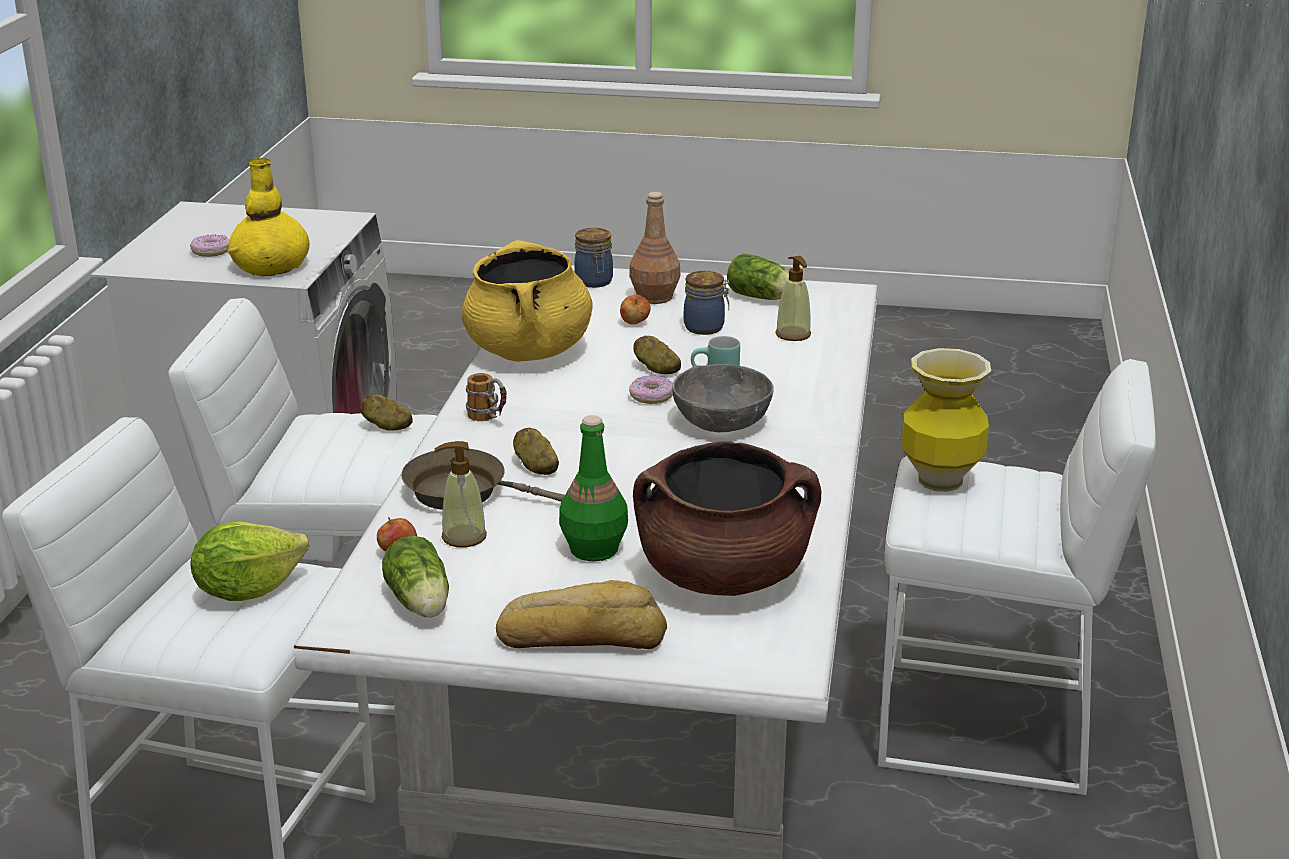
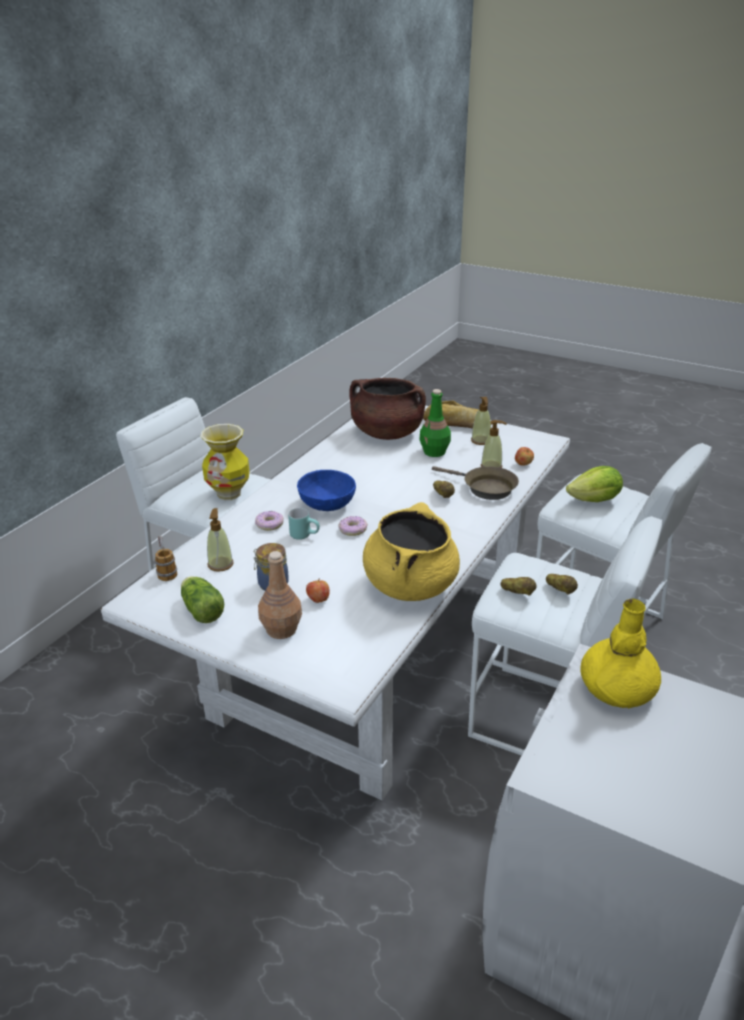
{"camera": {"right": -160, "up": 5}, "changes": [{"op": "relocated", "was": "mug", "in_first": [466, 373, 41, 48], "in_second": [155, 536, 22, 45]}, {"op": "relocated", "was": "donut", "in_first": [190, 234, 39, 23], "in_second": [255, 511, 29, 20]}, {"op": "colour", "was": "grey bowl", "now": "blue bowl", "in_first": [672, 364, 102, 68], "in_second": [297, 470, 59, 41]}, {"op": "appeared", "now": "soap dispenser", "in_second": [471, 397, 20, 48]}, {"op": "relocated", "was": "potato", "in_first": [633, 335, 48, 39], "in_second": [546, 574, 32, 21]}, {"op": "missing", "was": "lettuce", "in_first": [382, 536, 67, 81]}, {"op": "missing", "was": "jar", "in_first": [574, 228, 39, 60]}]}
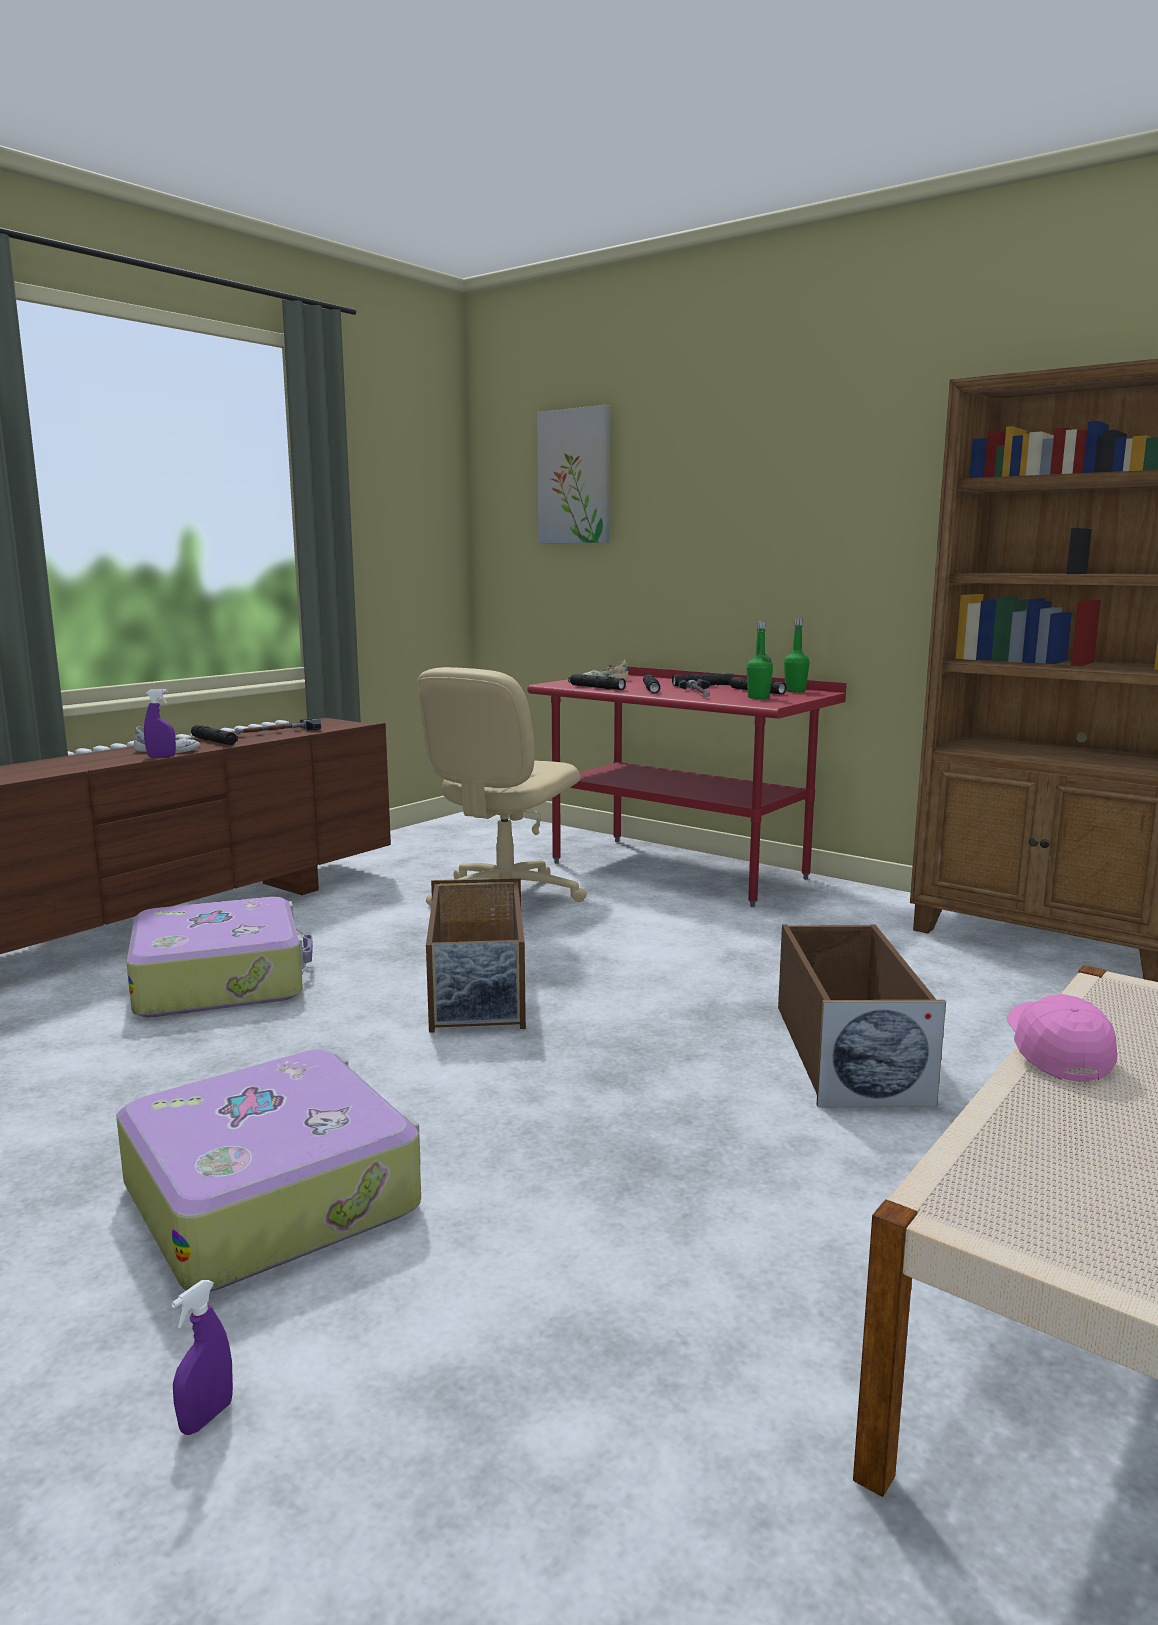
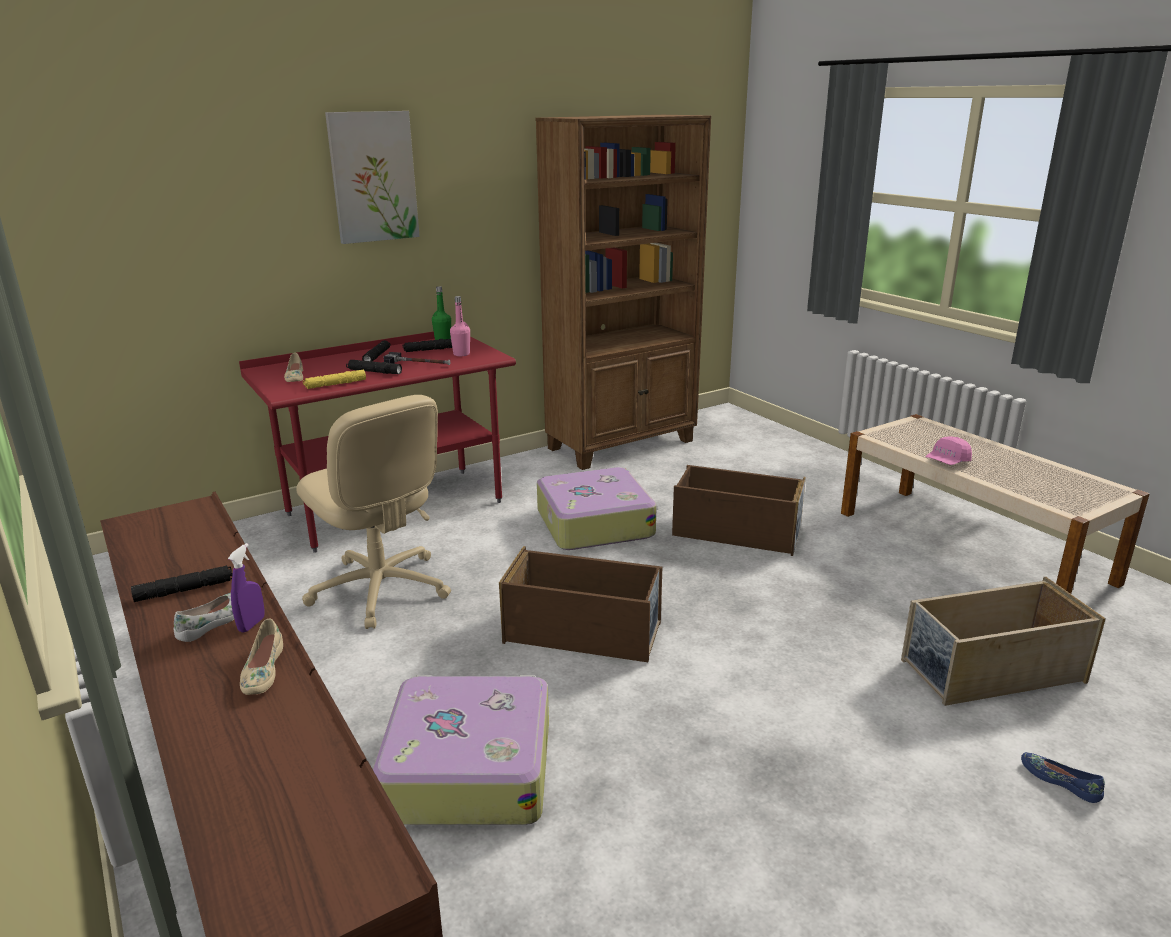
{"camera": {"right": -70, "up": 10}, "changes": [{"op": "appeared", "now": "beige shoe", "in_second": [240, 619, 43, 76]}, {"op": "colour", "was": "black flashlight", "now": "yellow flashlight", "in_first": [568, 674, 58, 16], "in_second": [303, 369, 63, 20]}, {"op": "relocated", "was": "picture", "in_first": [537, 405, 73, 138], "in_second": [325, 111, 95, 133]}, {"op": "colour", "was": "green bottle", "now": "pink bottle", "in_first": [746, 621, 27, 78], "in_second": [450, 296, 20, 60]}, {"op": "relocated", "was": "suitcase", "in_first": [116, 1050, 305, 242], "in_second": [537, 467, 120, 83]}, {"op": "appeared", "now": "beige storage box", "in_second": [901, 577, 205, 129]}, {"op": "spun", "was": "pink cap", "in_first": [1007, 994, 110, 88], "in_second": [925, 437, 47, 28], "clockwise": -60}, {"op": "exchanged", "was": "purple spray bottle", "now": "blue shoe", "in_first": [171, 1280, 62, 155], "in_second": [1021, 752, 84, 51]}, {"op": "missing", "was": "hammer", "in_first": [236, 718, 85, 17]}]}
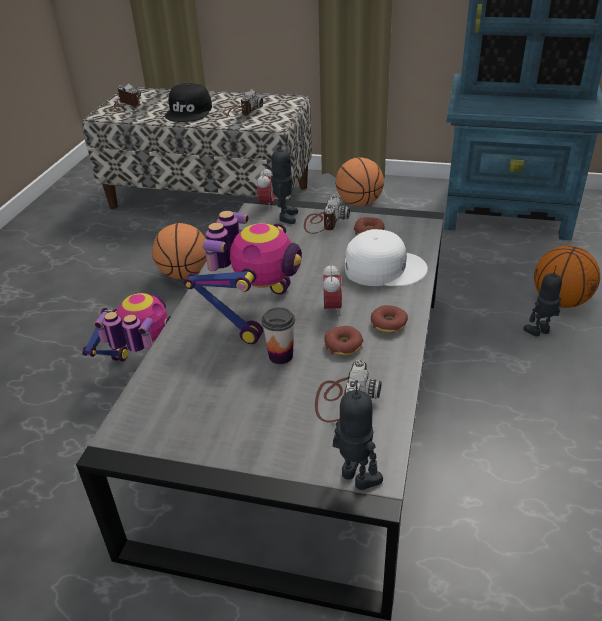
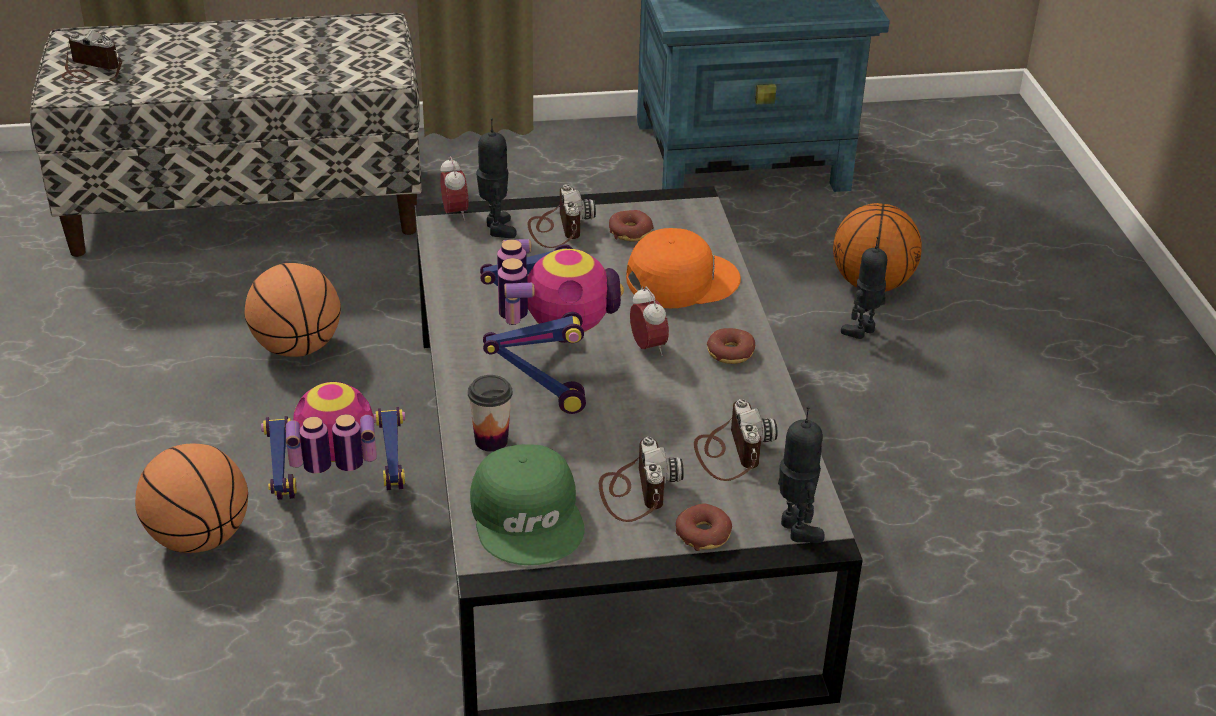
{"camera": {"right": -25, "up": 0}, "changes": [{"op": "relocated", "was": "basketball", "in_first": [335, 157, 49, 49], "in_second": [135, 444, 113, 109]}, {"op": "relocated", "was": "cup", "in_first": [262, 307, 33, 57], "in_second": [468, 375, 45, 77]}, {"op": "appeared", "now": "green cap", "in_second": [470, 444, 115, 121]}, {"op": "relocated", "was": "photo camera", "in_first": [227, 89, 36, 28], "in_second": [599, 437, 85, 85]}, {"op": "colour", "was": "white cap", "now": "orange cap", "in_first": [345, 229, 83, 57], "in_second": [626, 228, 115, 80]}, {"op": "relocated", "was": "donut", "in_first": [325, 326, 39, 30], "in_second": [676, 504, 56, 47]}, {"op": "spun", "was": "toy robot", "in_first": [333, 380, 50, 110], "in_second": [778, 407, 47, 136], "clockwise": 45}, {"op": "missing", "was": "black cap", "in_first": [165, 83, 47, 39]}]}
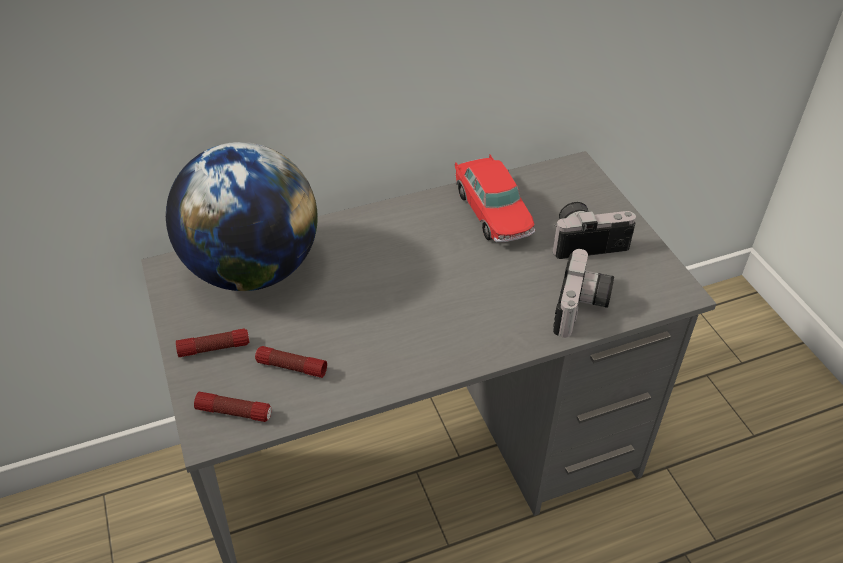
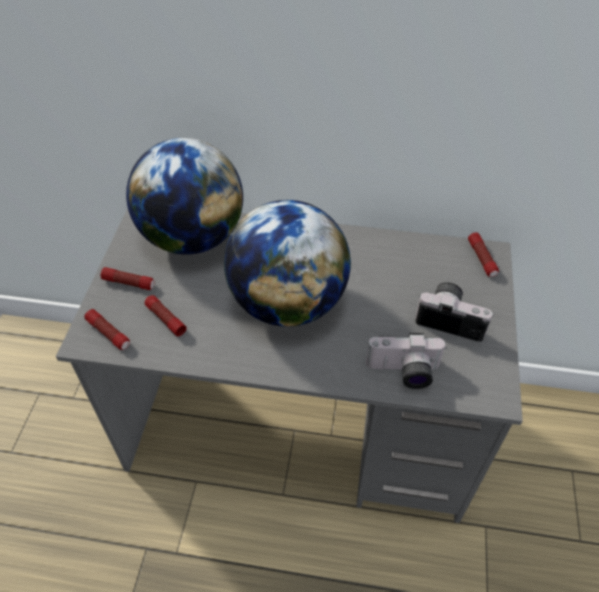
{"camera": {"right": 30, "up": 5}, "changes": [{"op": "appeared", "now": "globe", "in_second": [224, 200, 127, 127]}, {"op": "spun", "was": "photo camera", "in_first": [553, 249, 61, 89], "in_second": [366, 333, 81, 56], "clockwise": 45}, {"op": "appeared", "now": "flashlight", "in_second": [468, 232, 31, 45]}, {"op": "missing", "was": "toy car", "in_first": [455, 155, 80, 87]}]}
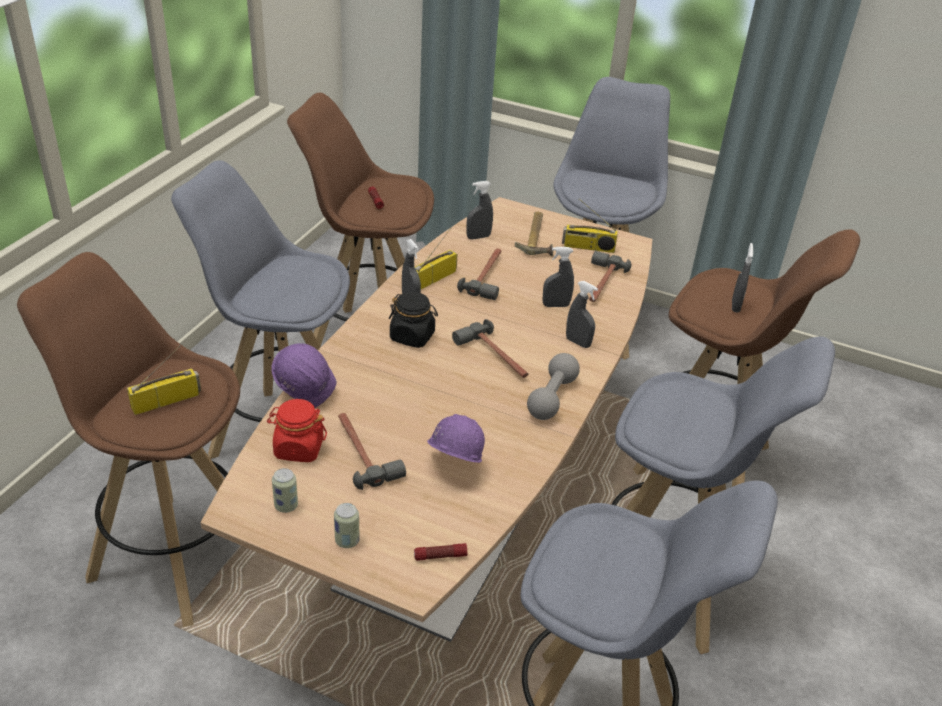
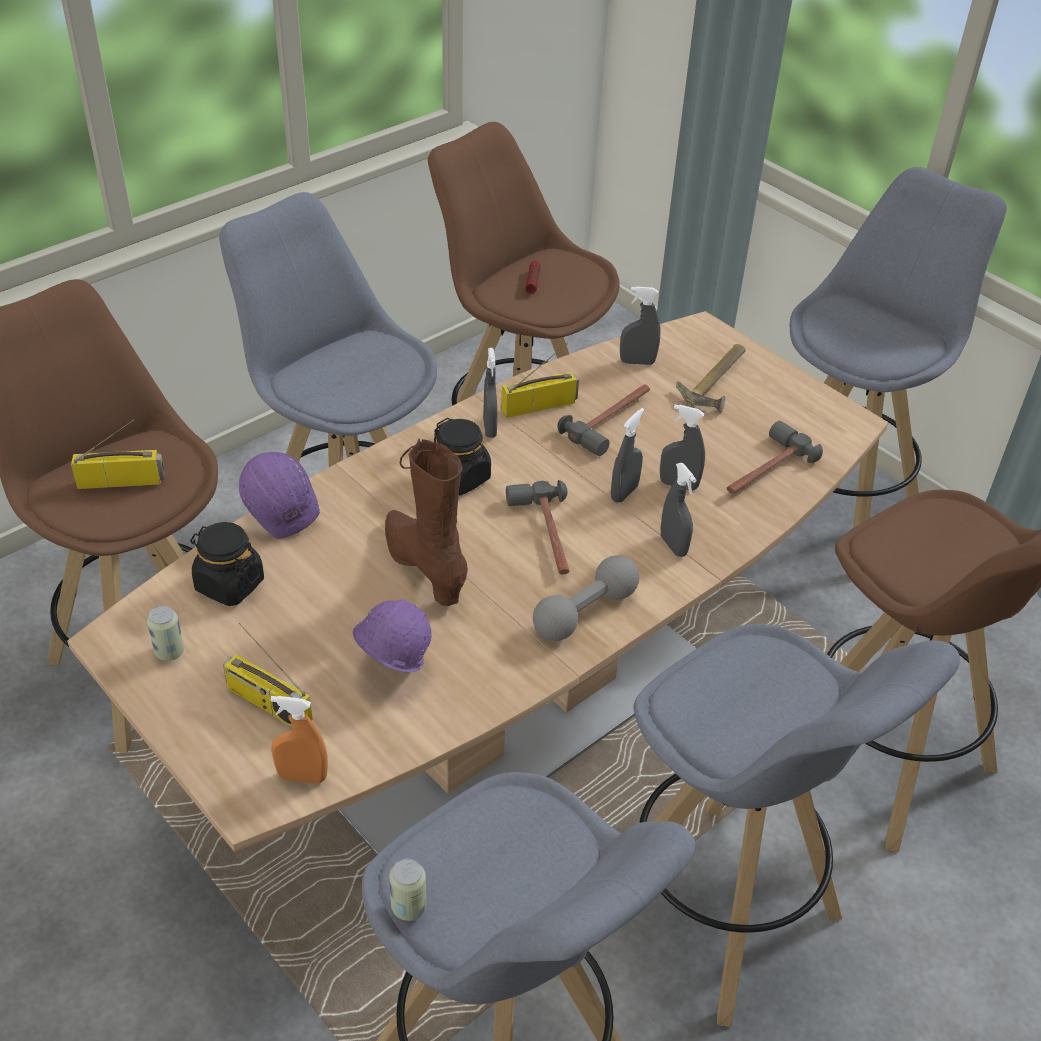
{"camera": {"right": 25, "up": 5}, "changes": [{"op": "colour", "was": "red jar", "now": "black jar", "in_first": [267, 399, 60, 63], "in_second": [190, 522, 74, 84]}, {"op": "relocated", "was": "radio", "in_first": [562, 199, 56, 54], "in_second": [223, 623, 90, 104]}, {"op": "exchanged", "was": "flashlight", "now": "orange spray bottle", "in_first": [414, 543, 53, 18], "in_second": [270, 696, 58, 88]}, {"op": "appeared", "now": "brown boot", "in_second": [385, 439, 83, 167]}, {"op": "relocated", "was": "can", "in_first": [334, 503, 26, 45], "in_second": [389, 859, 37, 62]}, {"op": "relocated", "was": "grey spray bottle", "in_first": [732, 243, 21, 70], "in_second": [611, 408, 33, 95]}, {"op": "missing", "was": "hammer", "in_first": [338, 413, 68, 77]}]}
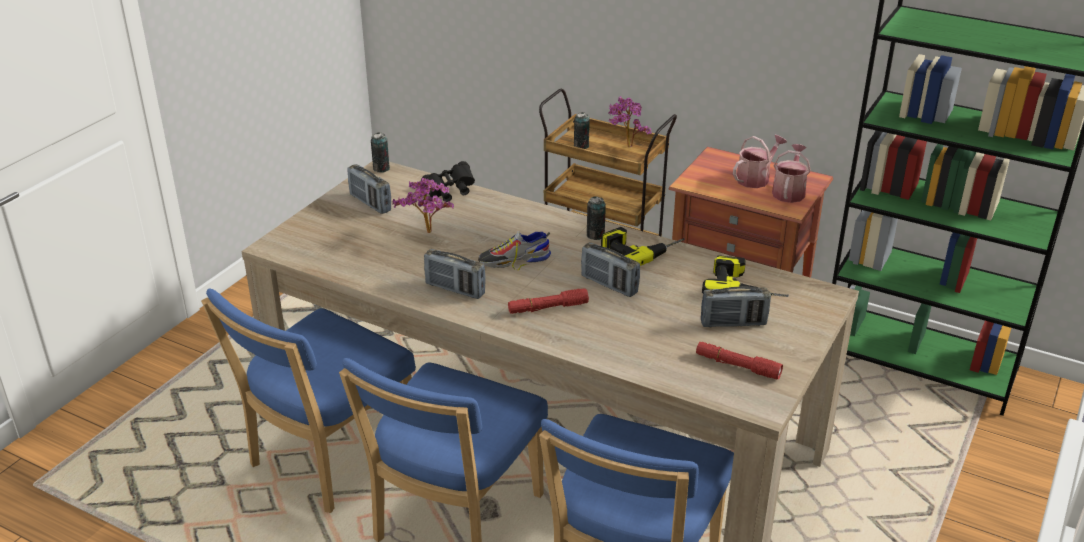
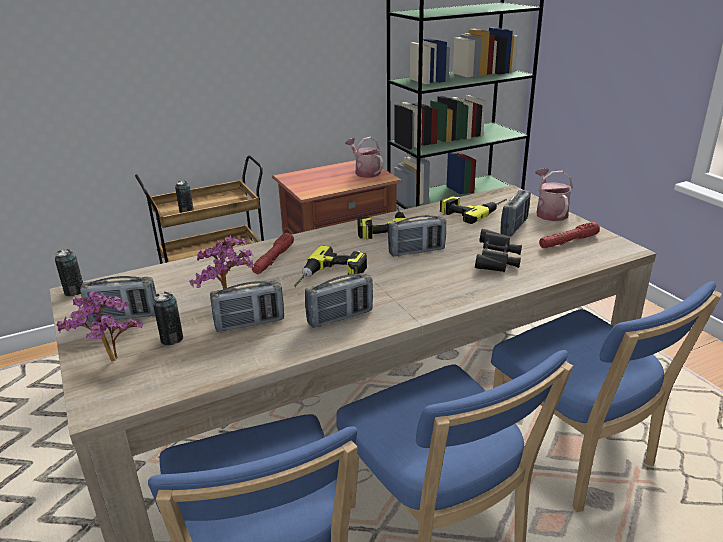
{"camera": {"right": -55, "up": -5}, "changes": [{"op": "relocated", "was": "potted plant", "in_first": [609, 96, 43, 51], "in_second": [57, 291, 86, 70]}, {"op": "relocated", "was": "can", "in_first": [587, 196, 19, 44], "in_second": [153, 292, 30, 53]}, {"op": "appeared", "now": "radio", "in_second": [210, 280, 74, 52]}, {"op": "relocated", "was": "red flashlight", "in_first": [508, 288, 81, 26], "in_second": [252, 233, 42, 41]}, {"op": "exchanged", "was": "shoe", "now": "power drill", "in_first": [478, 231, 73, 39], "in_second": [294, 245, 73, 42]}, {"op": "relocated", "was": "black binoculars", "in_first": [421, 161, 54, 41], "in_second": [475, 229, 47, 43]}, {"op": "relocated", "was": "watering can", "in_first": [733, 135, 54, 53], "in_second": [535, 168, 38, 53]}]}
